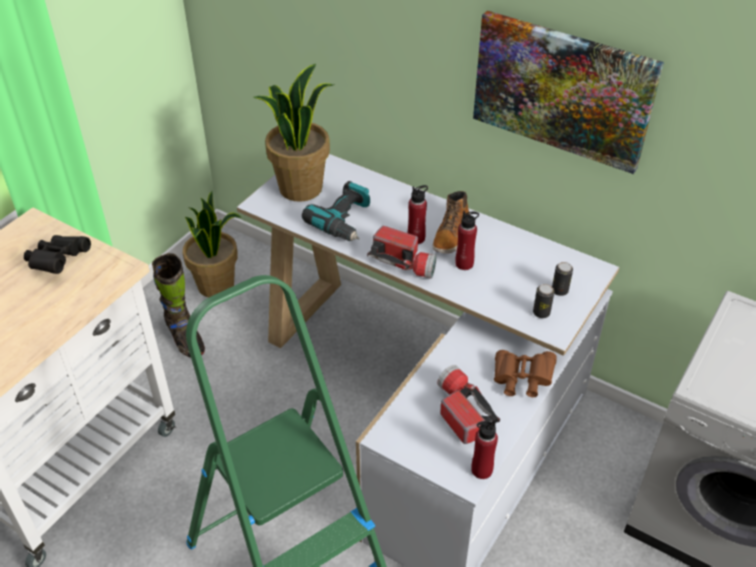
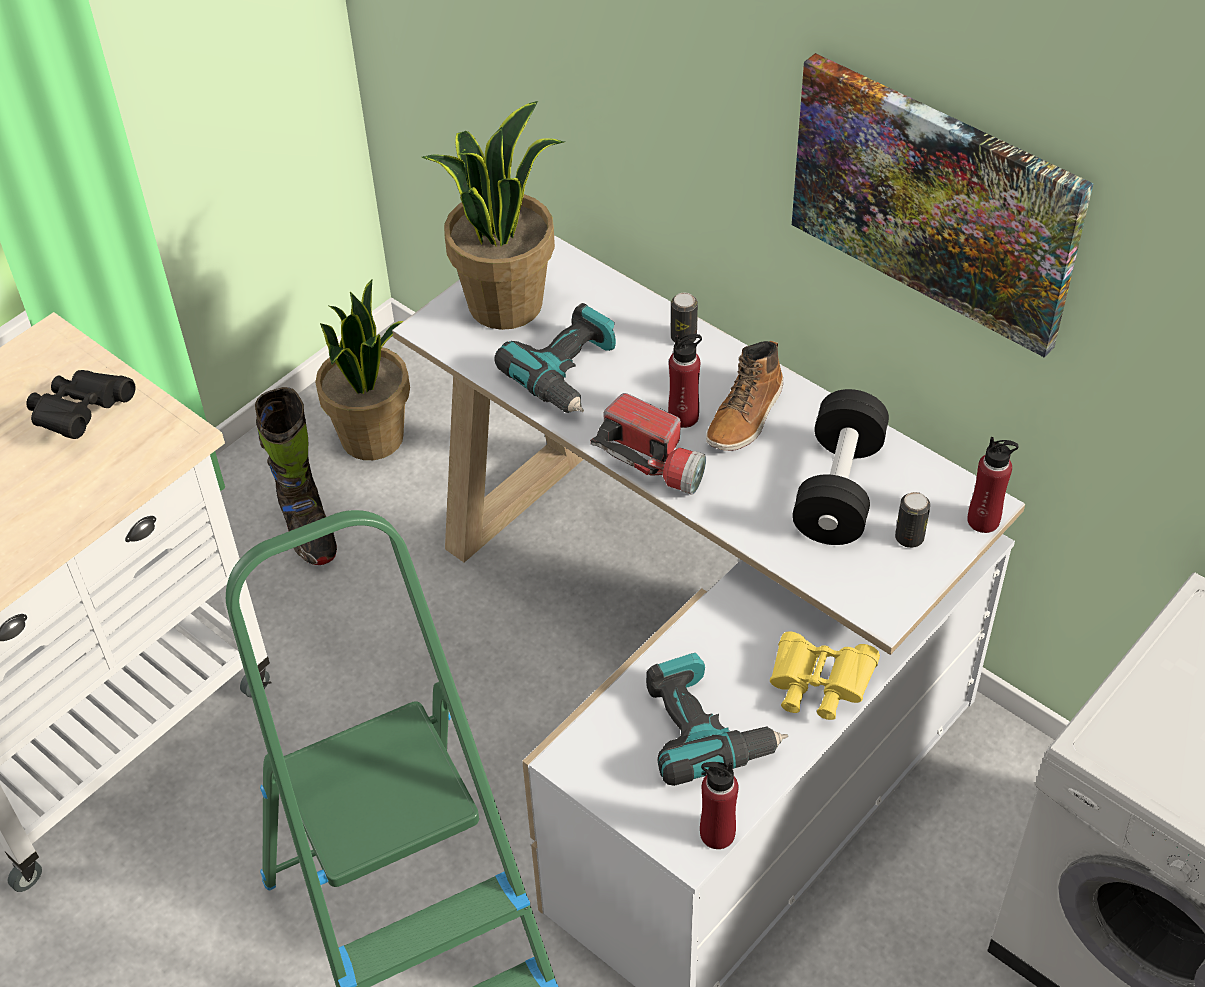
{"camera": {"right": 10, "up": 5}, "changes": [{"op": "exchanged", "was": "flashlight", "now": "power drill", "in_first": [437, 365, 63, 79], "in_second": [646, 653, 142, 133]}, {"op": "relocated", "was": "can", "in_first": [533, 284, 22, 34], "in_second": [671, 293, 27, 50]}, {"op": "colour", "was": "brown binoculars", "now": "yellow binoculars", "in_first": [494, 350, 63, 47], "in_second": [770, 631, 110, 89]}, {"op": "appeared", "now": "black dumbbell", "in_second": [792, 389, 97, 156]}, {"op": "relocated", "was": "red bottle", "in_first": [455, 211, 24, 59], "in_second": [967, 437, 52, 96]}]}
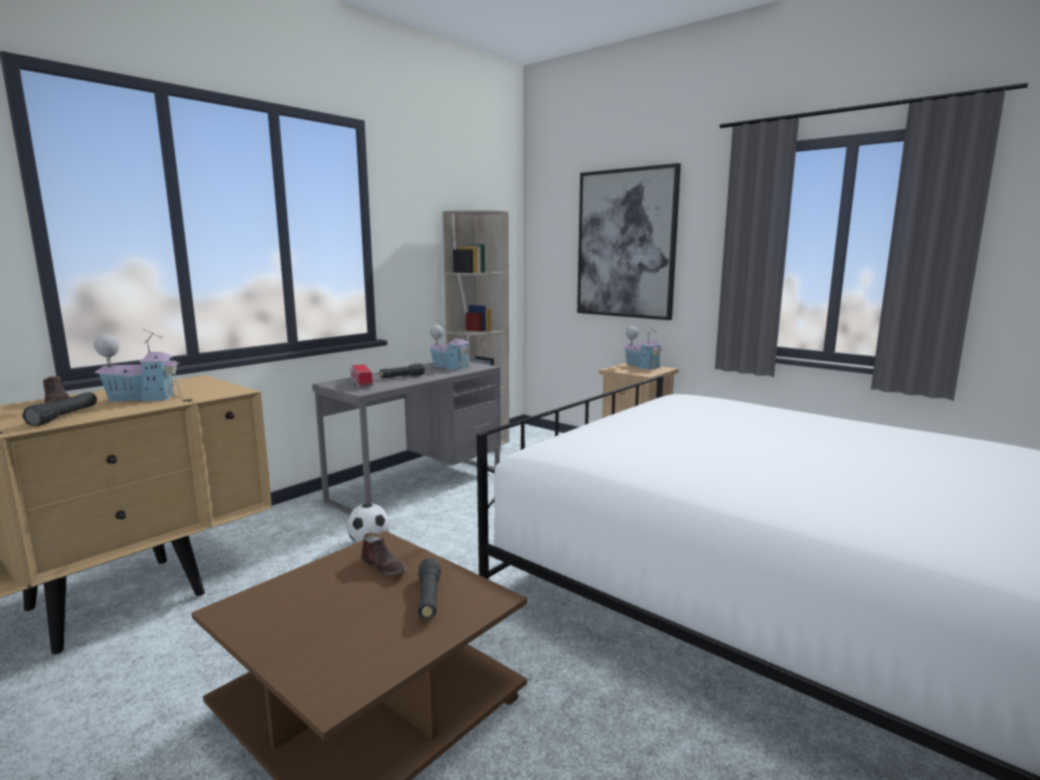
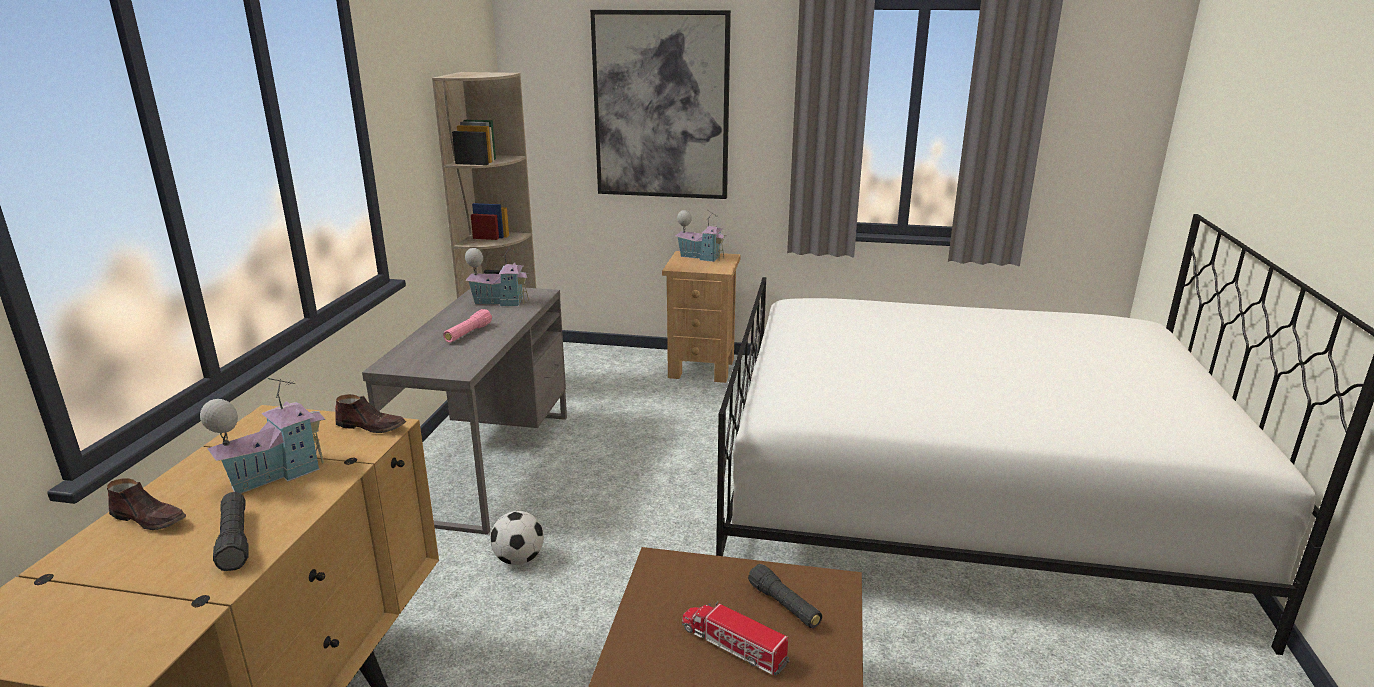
{"camera": {"right": -30, "up": 10}, "changes": [{"op": "relocated", "was": "brown shoe", "in_first": [361, 533, 46, 43], "in_second": [335, 394, 71, 39]}, {"op": "colour", "was": "black flashlight", "now": "pink flashlight", "in_first": [380, 363, 45, 16], "in_second": [443, 309, 49, 33]}, {"op": "relocated", "was": "toy truck", "in_first": [351, 364, 22, 24], "in_second": [682, 601, 108, 75]}]}
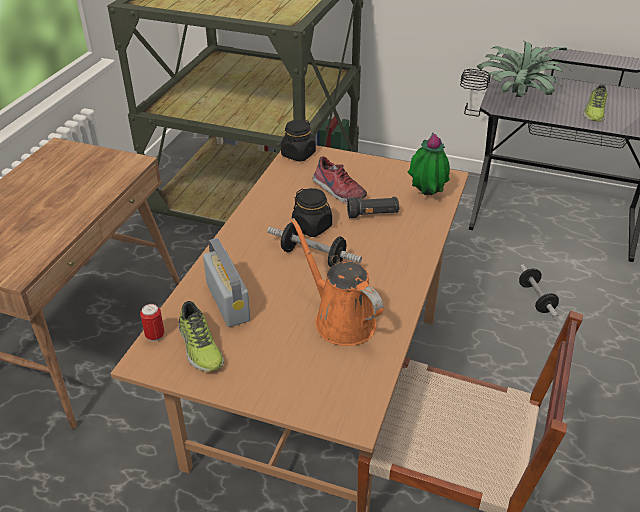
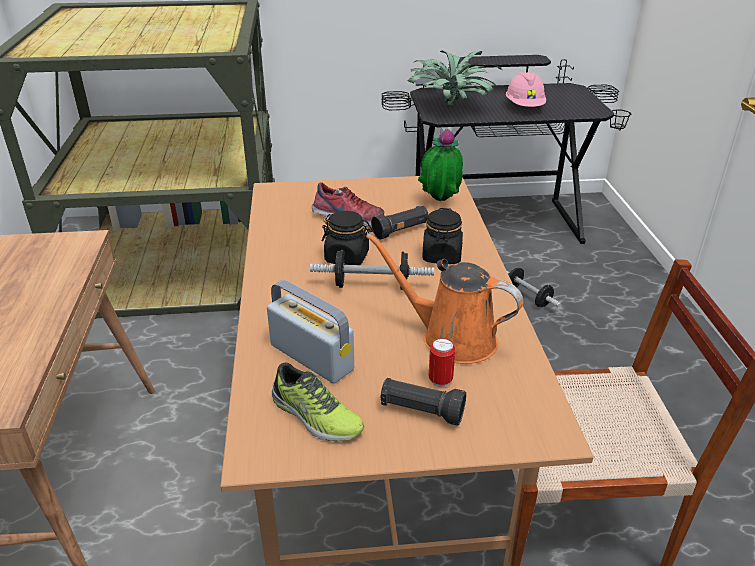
{"camera": {"right": -25, "up": -5}, "changes": [{"op": "appeared", "now": "black flashlight", "in_second": [381, 378, 85, 48]}, {"op": "relocated", "was": "black jar", "in_first": [281, 119, 35, 43], "in_second": [422, 208, 41, 56]}, {"op": "relocated", "was": "can", "in_first": [140, 304, 25, 37], "in_second": [428, 338, 27, 49]}, {"op": "exchanged", "was": "shoe", "now": "pink hard hat", "in_first": [583, 85, 25, 37], "in_second": [506, 72, 40, 35]}]}
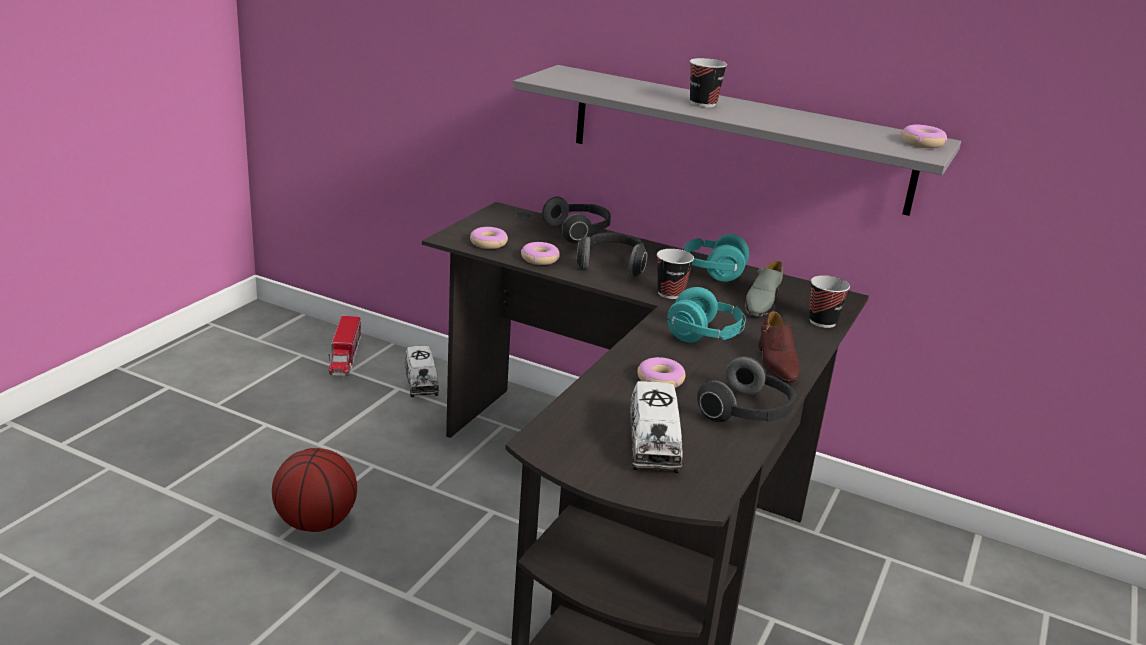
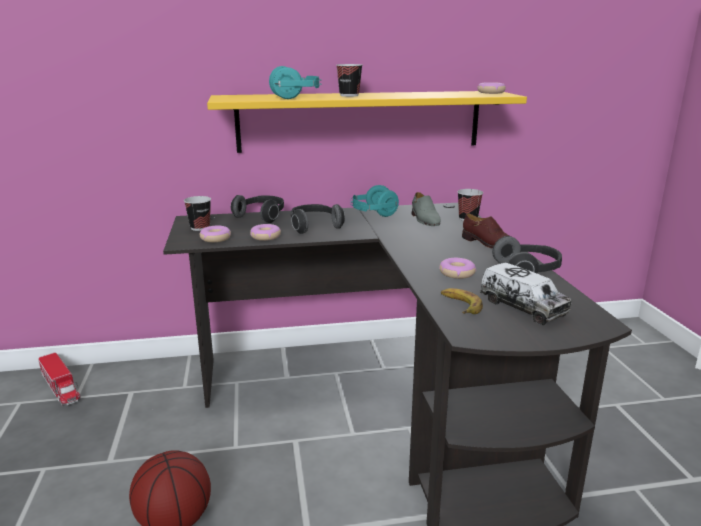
{"camera": {"right": -35, "up": -5}, "changes": [{"op": "relocated", "was": "cup", "in_first": [657, 249, 37, 50], "in_second": [184, 196, 27, 35]}, {"op": "colour", "was": "grey shelf", "now": "yellow shelf", "in_first": [513, 65, 448, 151], "in_second": [207, 91, 320, 62]}, {"op": "relocated", "was": "turquoise headphones", "in_first": [667, 287, 79, 56], "in_second": [269, 66, 53, 33]}, {"op": "appeared", "now": "banana", "in_second": [441, 288, 42, 26]}, {"op": "missing", "was": "toy truck", "in_first": [405, 346, 34, 51]}]}
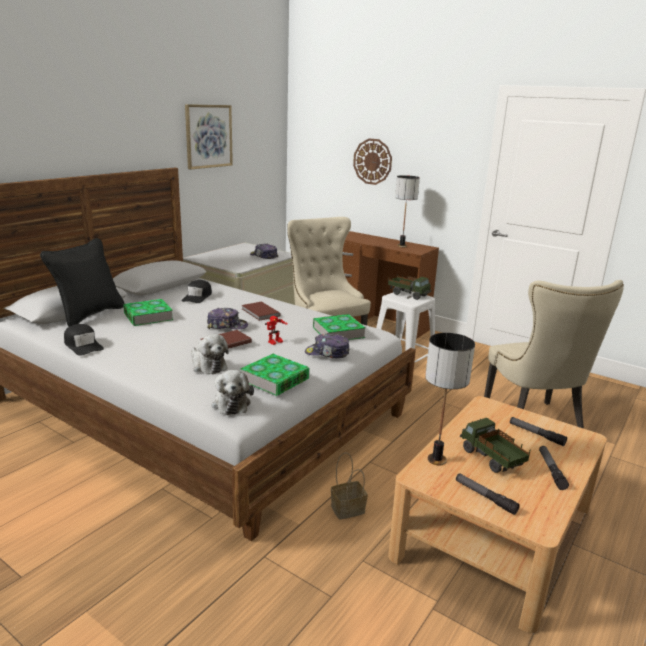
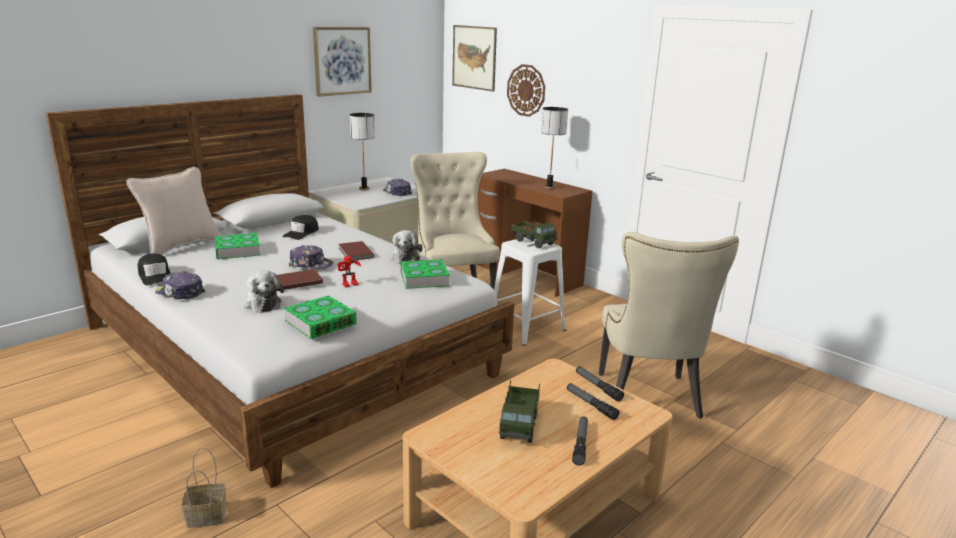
{"camera": {"right": 10, "up": 0}, "changes": [{"op": "colour", "was": "black pillow", "now": "beige pillow", "in_first": [40, 238, 85, 89], "in_second": [126, 167, 95, 88]}, {"op": "relocated", "was": "cap", "in_first": [305, 333, 44, 25], "in_second": [155, 271, 50, 28]}, {"op": "relocated", "was": "basket", "in_first": [331, 452, 37, 68], "in_second": [181, 447, 45, 81]}, {"op": "relocated", "was": "table lamp", "in_first": [425, 333, 50, 133], "in_second": [350, 113, 25, 77]}, {"op": "relocated", "was": "plush toy", "in_first": [211, 370, 43, 45], "in_second": [390, 230, 32, 34]}, {"op": "appeared", "now": "picture", "in_second": [452, 25, 45, 67]}, {"op": "spun", "was": "toy truck", "in_first": [460, 418, 71, 55], "in_second": [499, 380, 41, 63], "clockwise": -150}, {"op": "relocated", "was": "flashlight", "in_first": [456, 473, 64, 42], "in_second": [576, 366, 48, 36]}]}
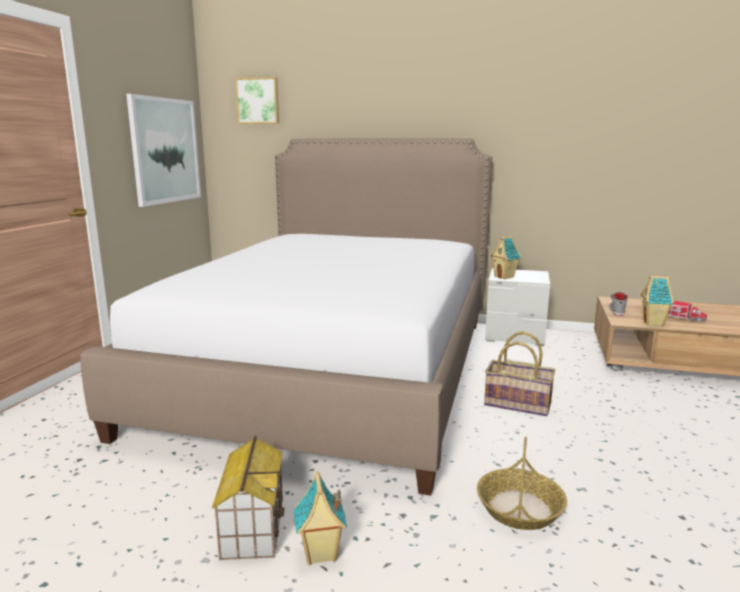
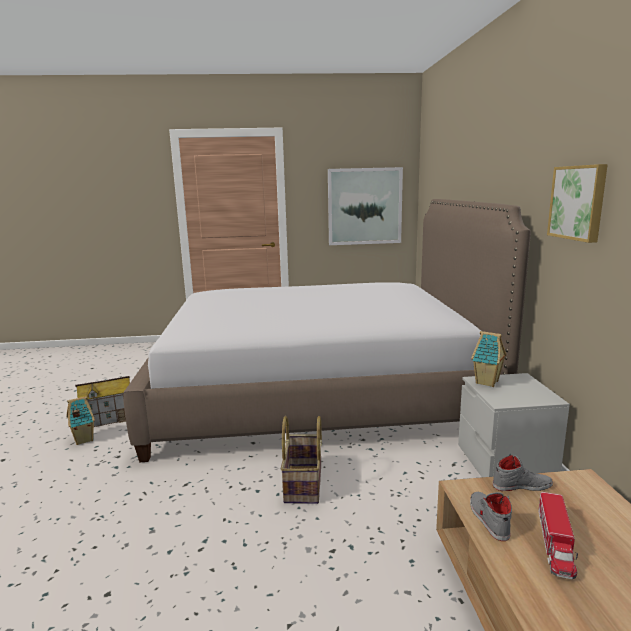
{"camera": {"right": 70, "up": 0}, "changes": [{"op": "exchanged", "was": "toy house", "now": "grey shoe", "in_first": [640, 276, 34, 50], "in_second": [470, 492, 42, 49]}, {"op": "relocated", "was": "picture", "in_first": [235, 77, 44, 47], "in_second": [547, 164, 61, 79]}, {"op": "missing", "was": "basket", "in_first": [477, 437, 90, 93]}]}
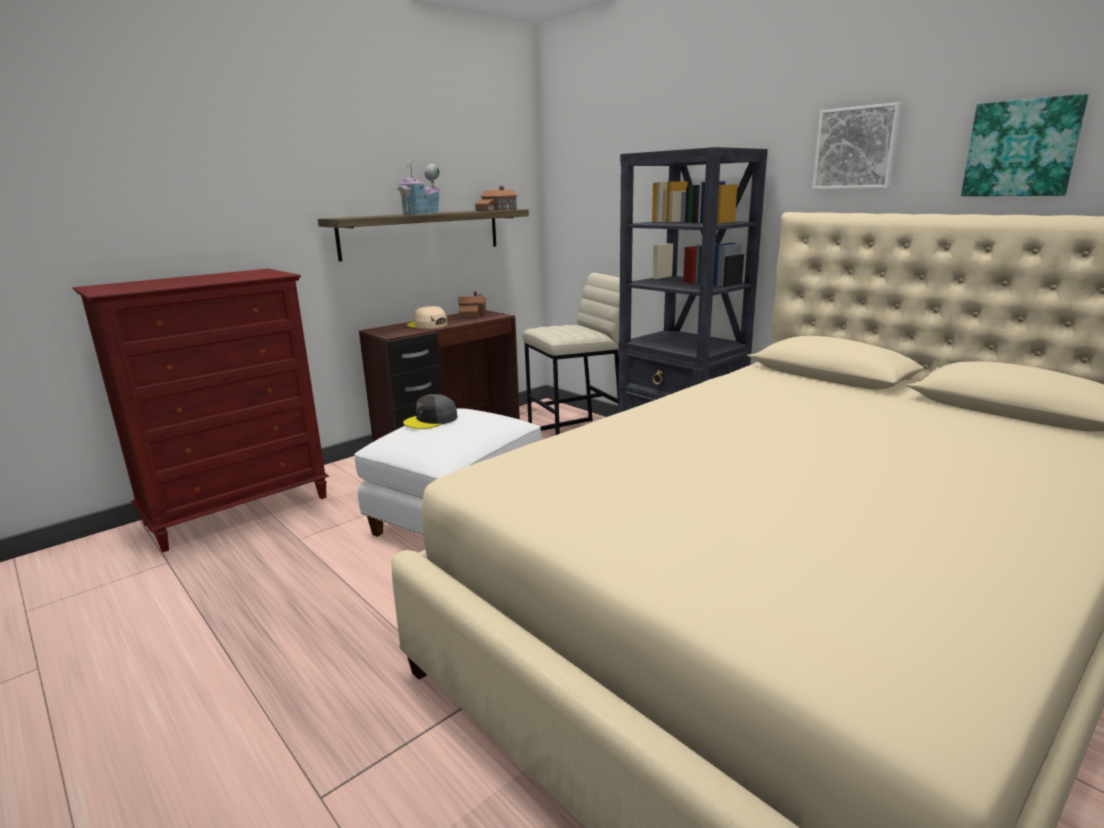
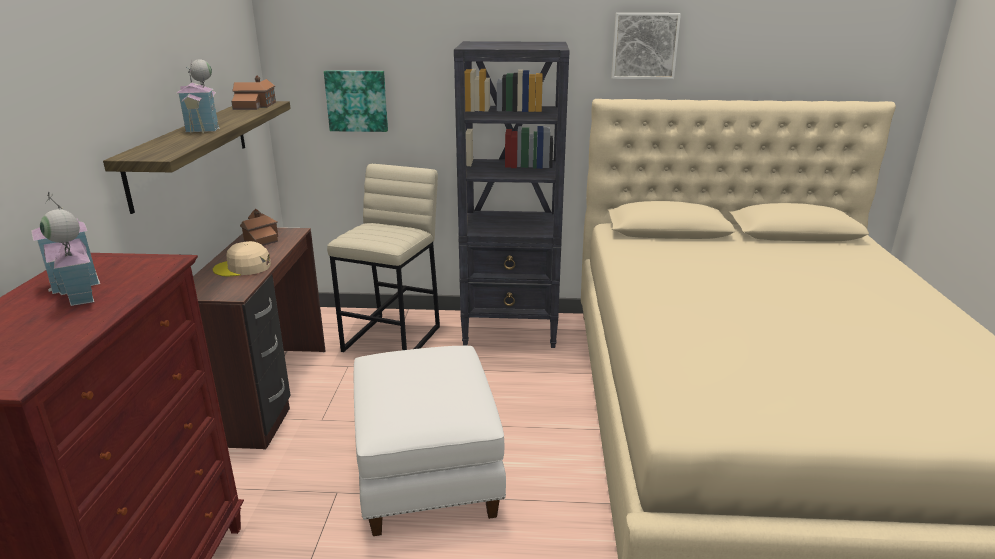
{"camera": {"right": -45, "up": 5}, "changes": [{"op": "appeared", "now": "toy house", "in_second": [31, 191, 69, 115]}, {"op": "relocated", "was": "picture", "in_first": [961, 94, 127, 102], "in_second": [324, 70, 64, 62]}, {"op": "missing", "was": "grey cap", "in_first": [403, 394, 55, 35]}]}
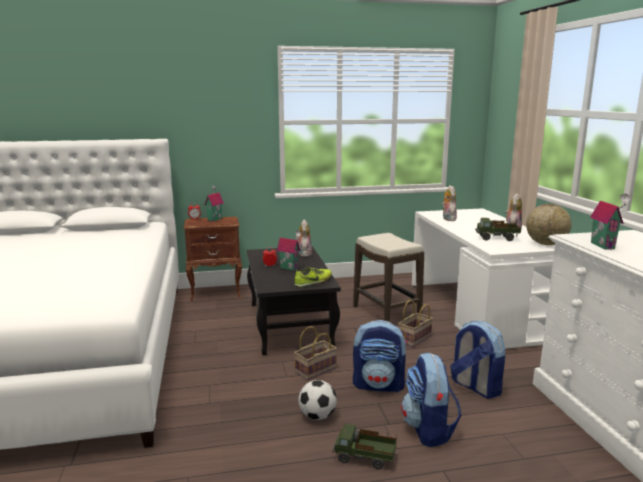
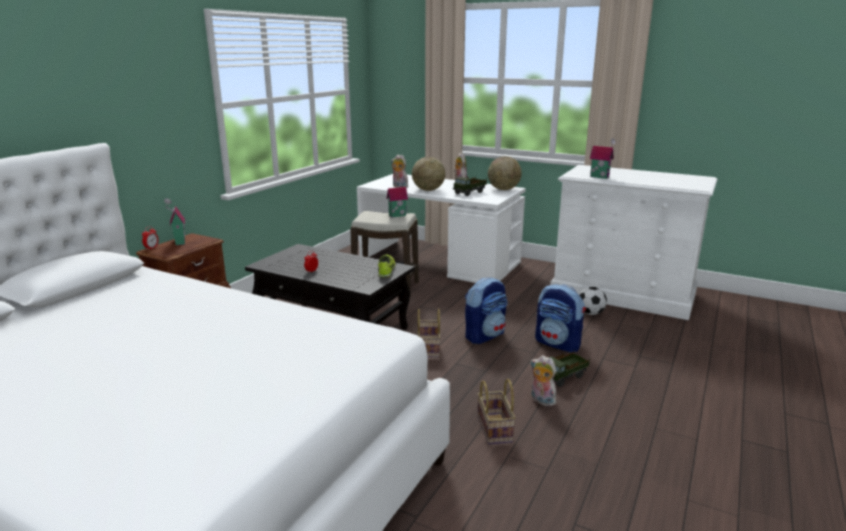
{"camera": {"right": -50, "up": 5}, "changes": [{"op": "relocated", "was": "toy house", "in_first": [277, 230, 24, 41], "in_second": [386, 179, 22, 38]}, {"op": "appeared", "now": "globe", "in_second": [412, 157, 33, 34]}, {"op": "relocated", "was": "basket", "in_first": [398, 300, 35, 47], "in_second": [477, 379, 39, 65]}, {"op": "relocated", "was": "plush toy", "in_first": [296, 219, 16, 38], "in_second": [530, 355, 26, 51]}, {"op": "relocated", "was": "football", "in_first": [299, 380, 38, 40], "in_second": [579, 287, 28, 28]}, {"op": "missing", "was": "backpack", "in_first": [450, 321, 55, 78]}]}
